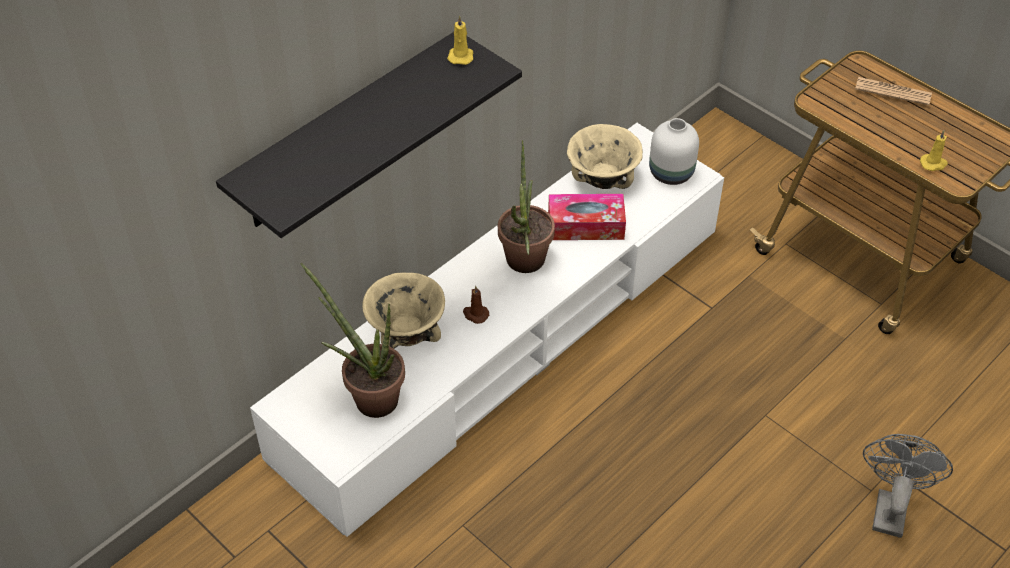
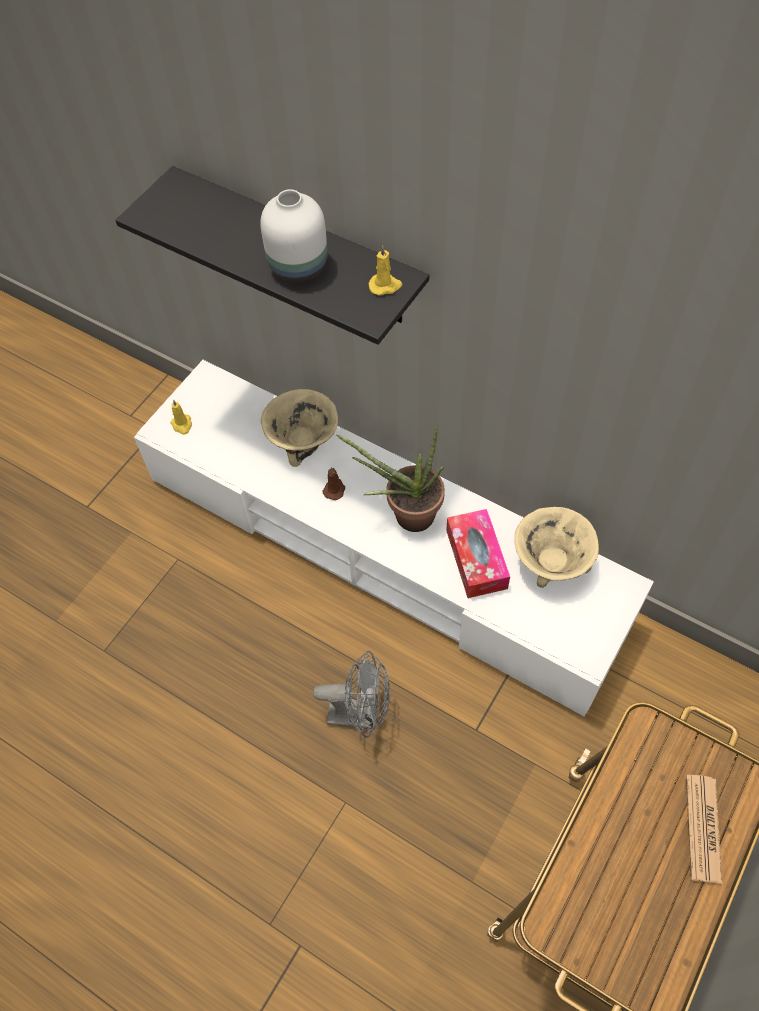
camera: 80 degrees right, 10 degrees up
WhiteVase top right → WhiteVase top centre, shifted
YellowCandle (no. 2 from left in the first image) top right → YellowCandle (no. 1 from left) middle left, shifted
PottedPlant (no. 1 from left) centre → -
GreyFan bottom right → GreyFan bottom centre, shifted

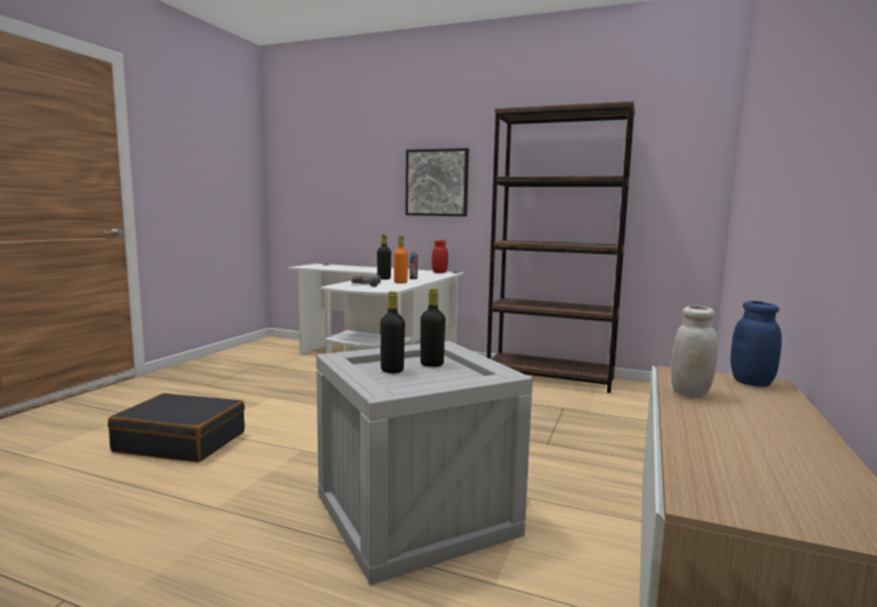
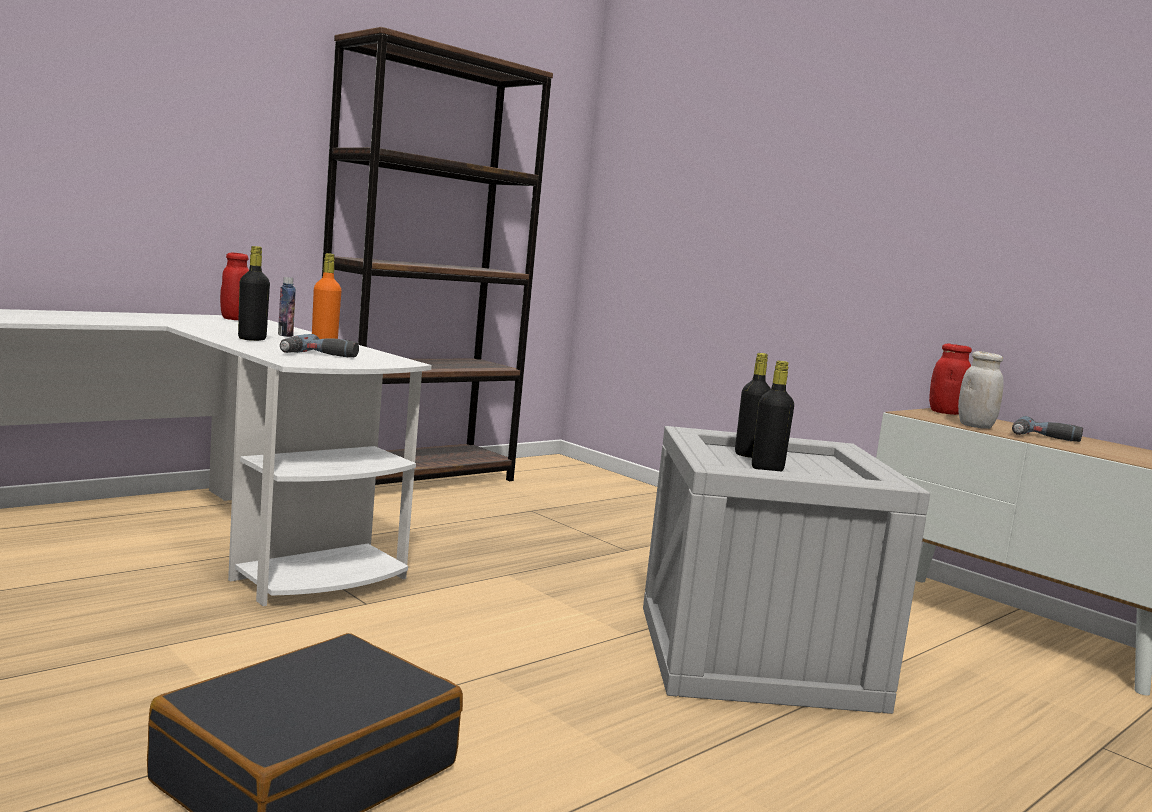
camera: 65 degrees left, 0 degrees up
Picture top centre → -
BlueJar middle right → RedJar (no. 2 from left) middle right
- → PowerDrill (no. 2 from left) middle right

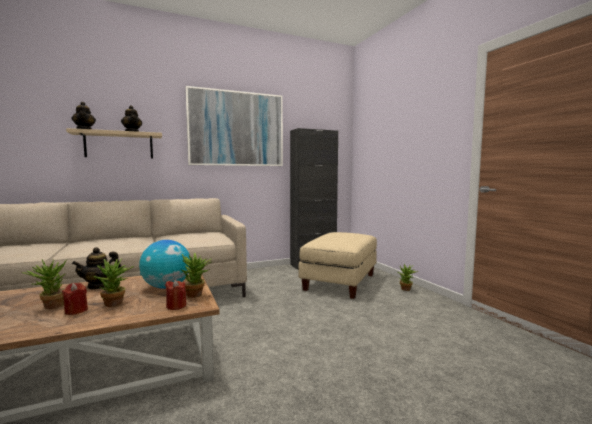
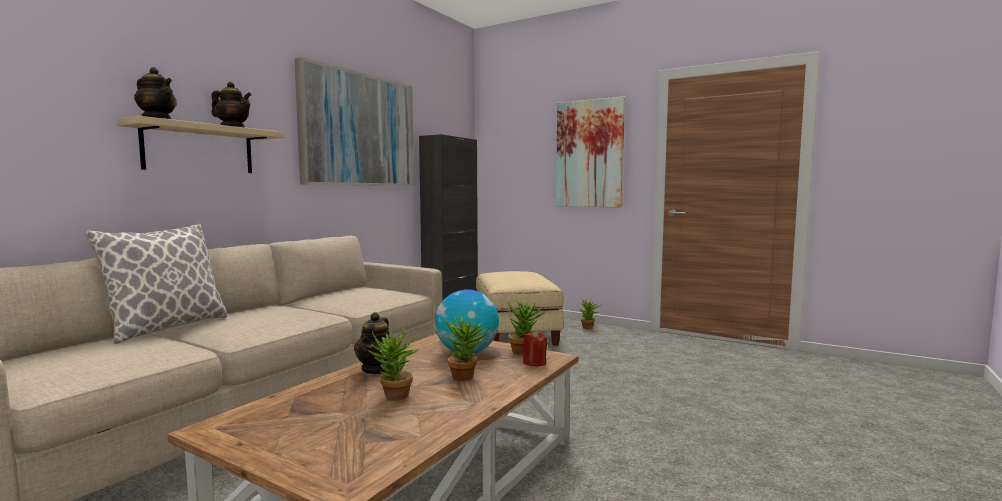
camera: 35 degrees left, 0 degrees up
RedCandle (no. 1 from left) bottom left → -
- → Picture (no. 2 from left) top centre
- → Pillow middle left

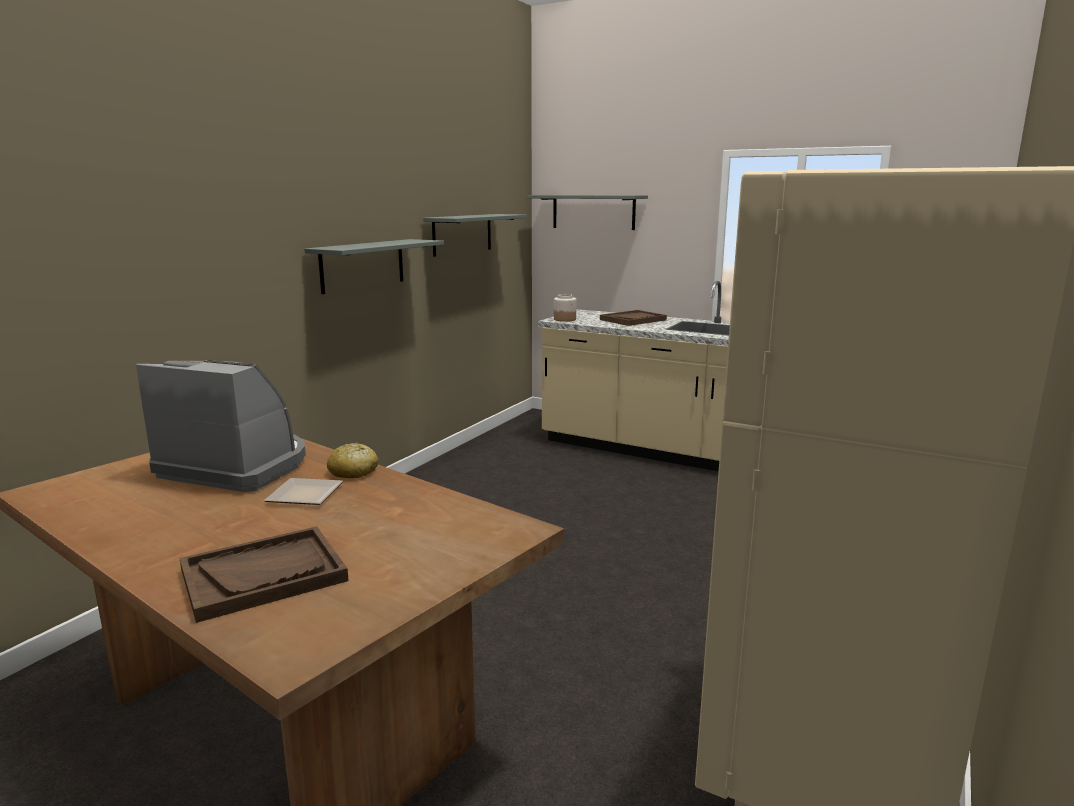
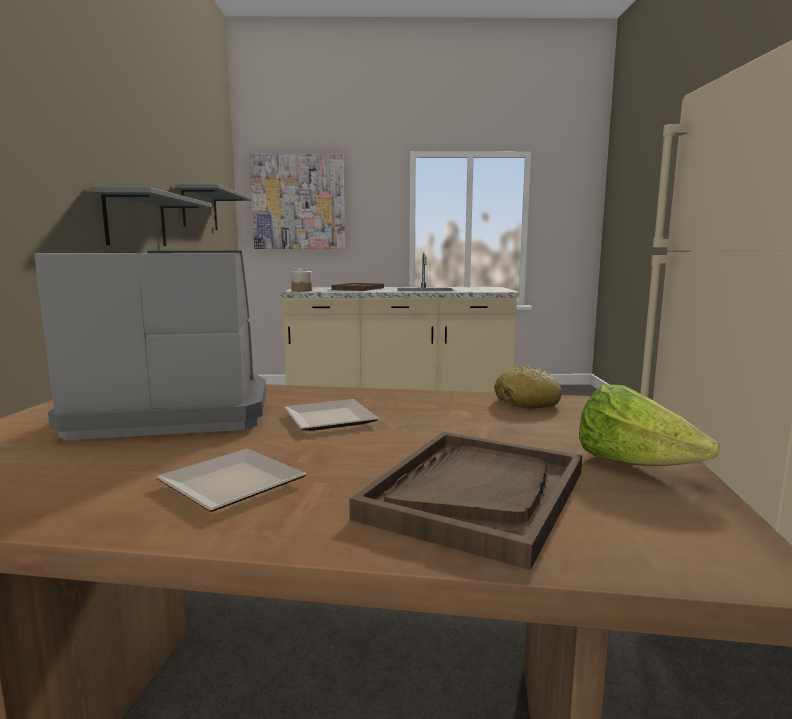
camera: 30 degrees left, 5 degrees down
GreyShelf (no. 3 from left) top centre → Picture top centre
Bread middle left → Bread middle right, shifted
- → Lettuce middle right
- → Plate (no. 1 from left) bottom left

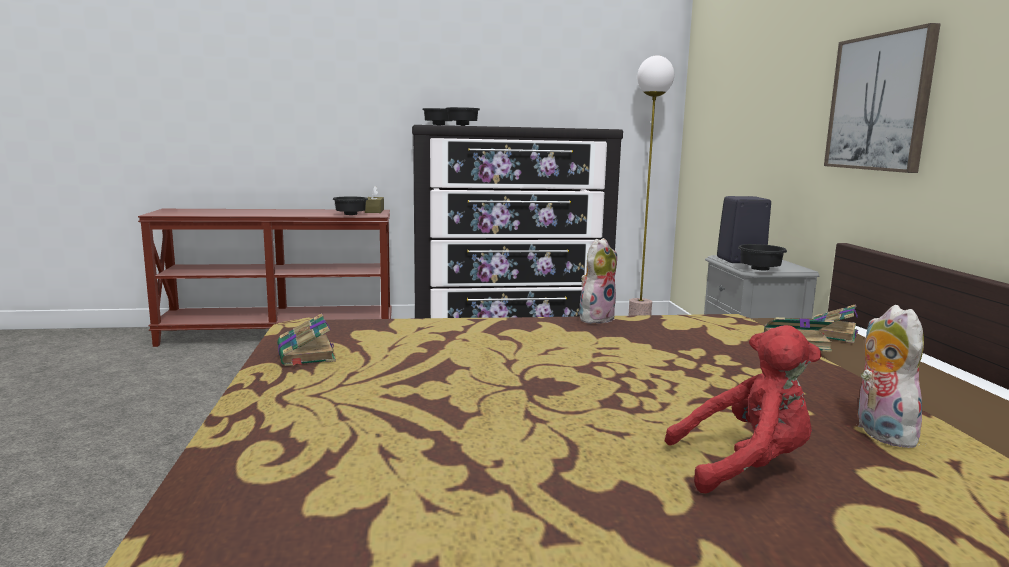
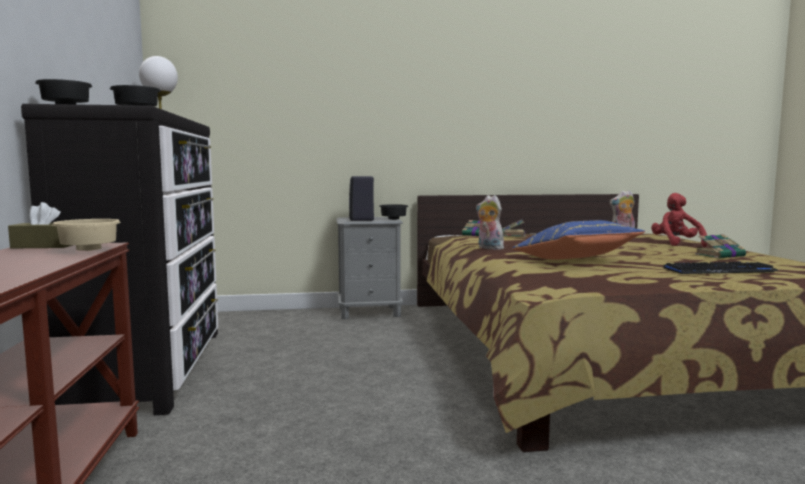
camera: 90 degrees left, 5 degrees down
Picture top right → -
BlackBowl (no. 1 from left) centre → BeigeBowl middle left
Book (no. 1 from left in the first image) middle left → Book (no. 3 from left) middle right, shifted
- → BluePillow middle right
- → Keyboard middle right

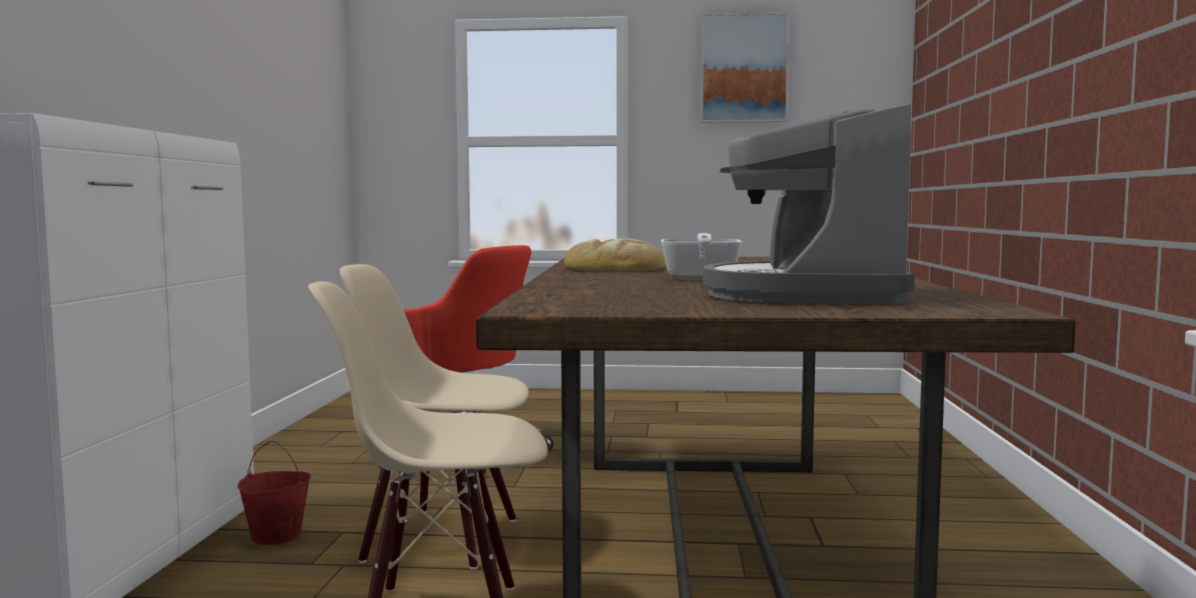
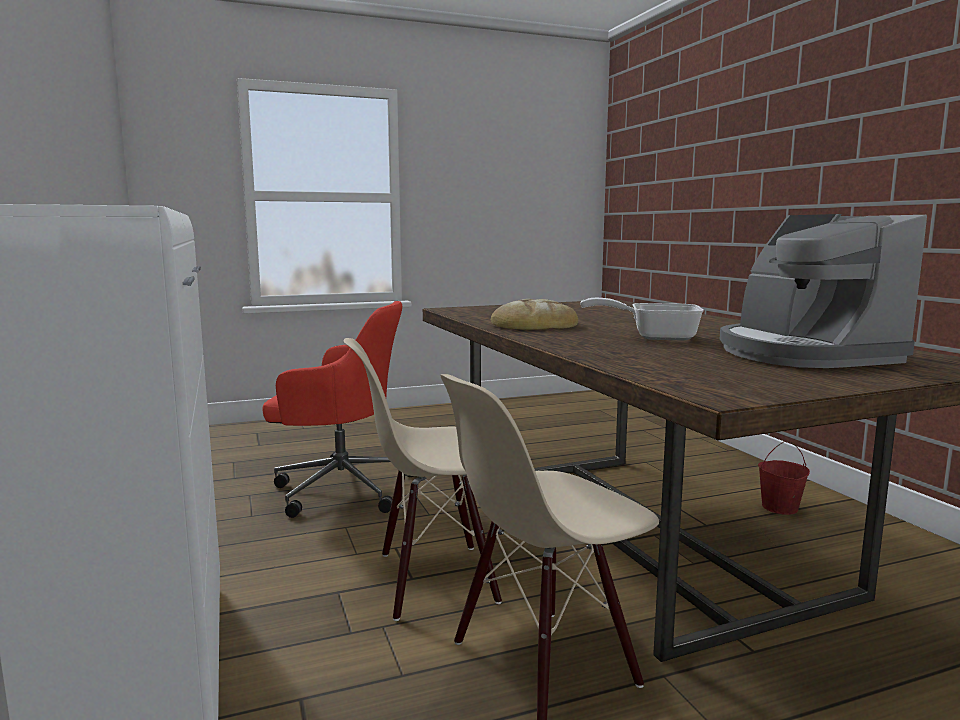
camera: 25 degrees left, 5 degrees up
Picture top centre → -
FryingPan centre → FryingPan middle right, 120 degrees clockwise
RedBucket bottom left → RedBucket middle right, shifted

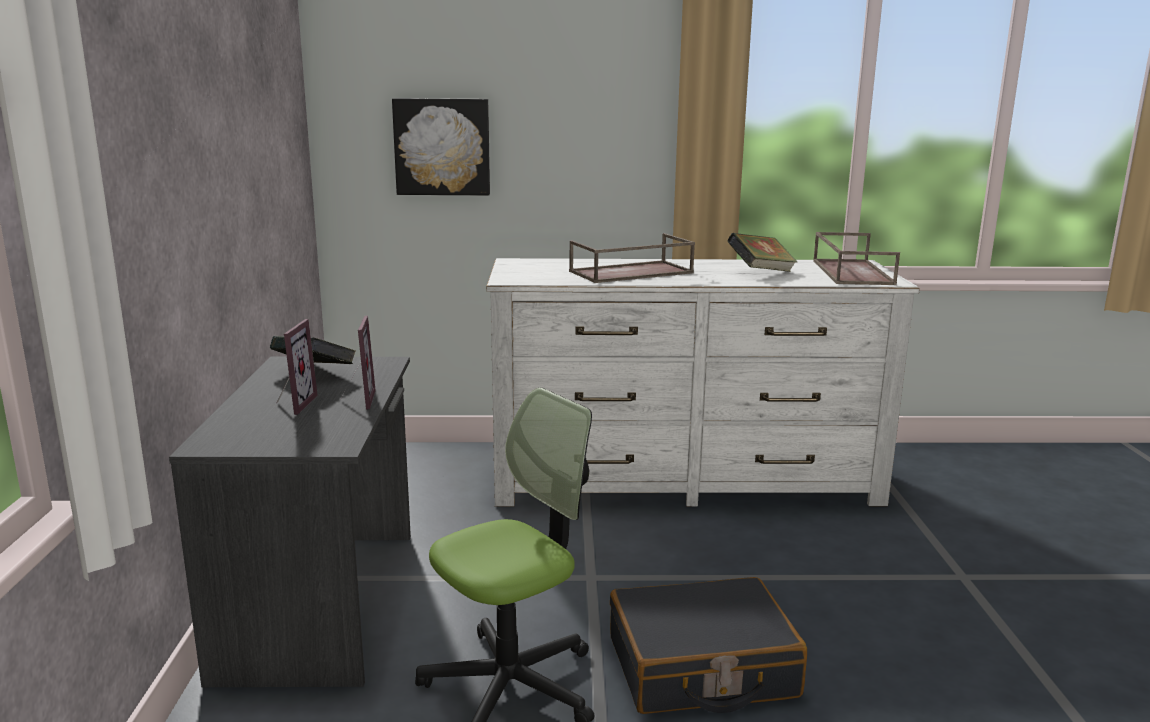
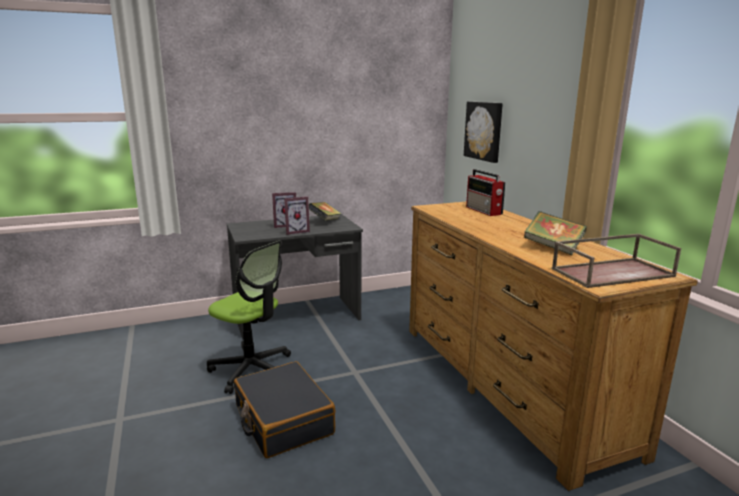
camera: 70 degrees right, 0 degrees up
BrownTray (no. 1 from left) centre → -
WhiteDresser centre → BrownDresser bottom right
- → Radio centre

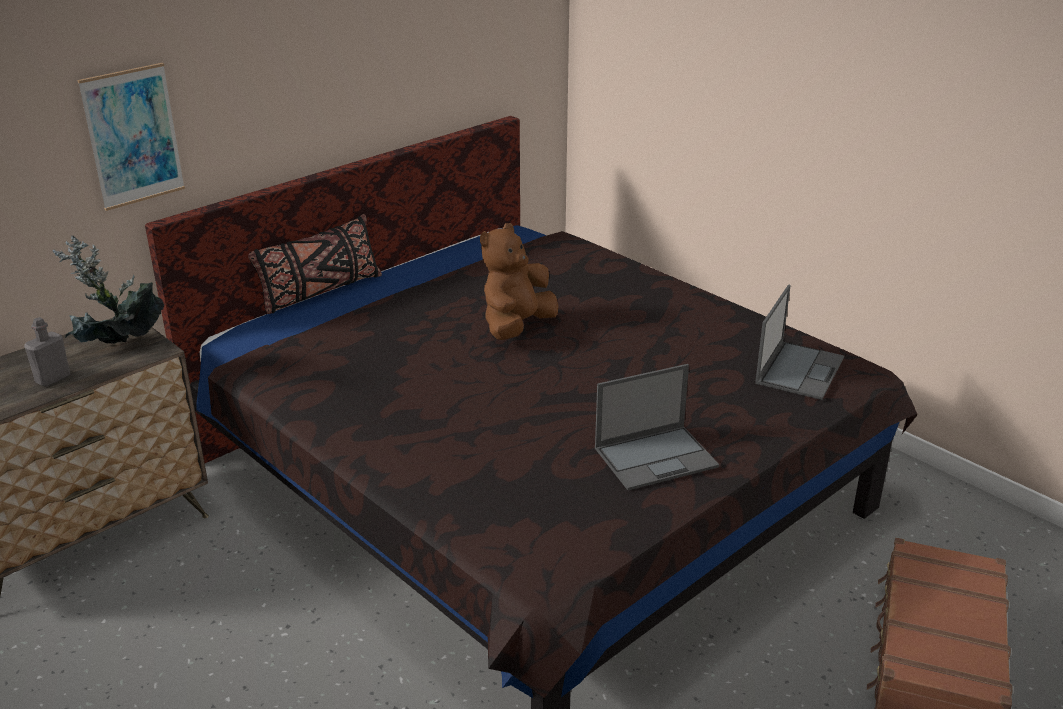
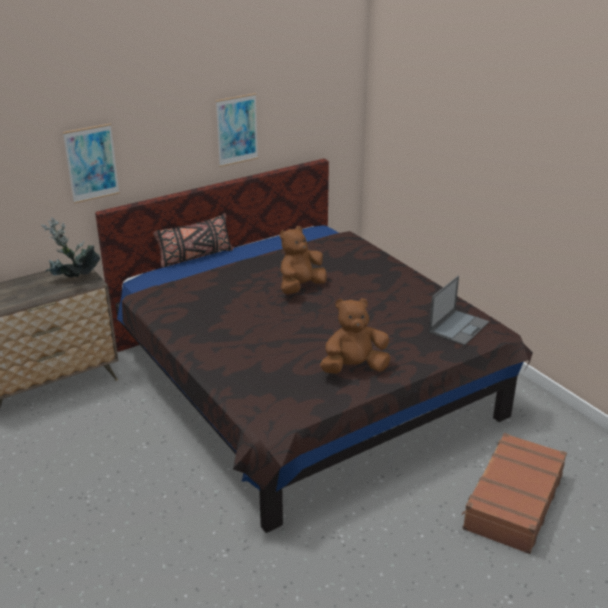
camera: 10 degrees right, 0 degrees up
GreyBottle middle left → -
Laptop (no. 1 from left) centre → BrownPlushToy (no. 2 from left) centre
- → Picture (no. 2 from left) top centre

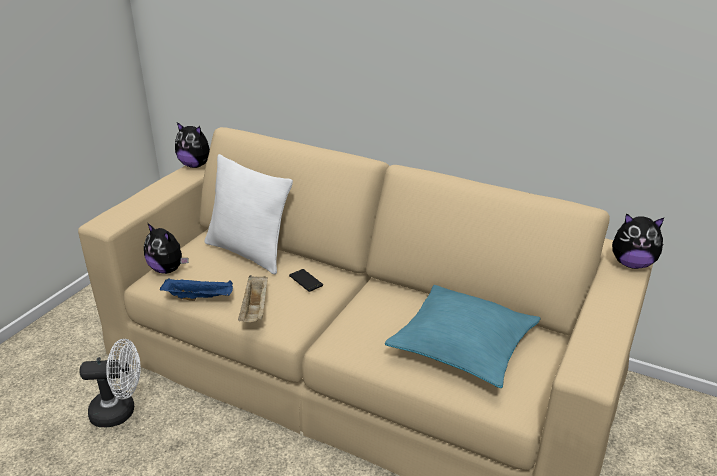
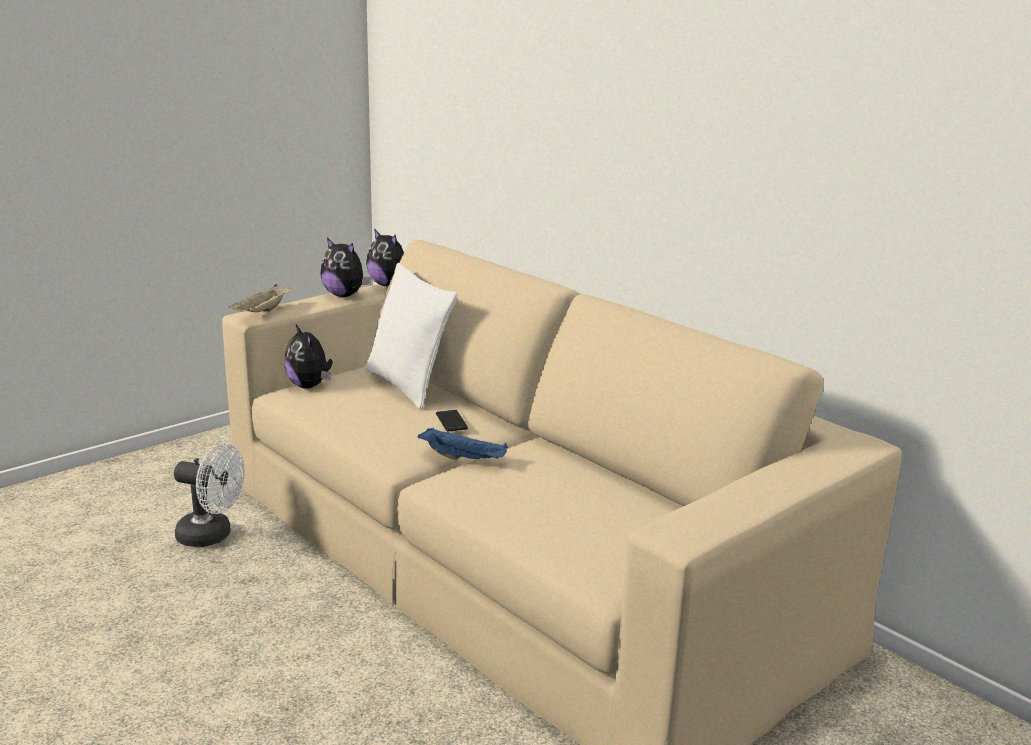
camera: 20 degrees right, 10 degrees down
PlushToy (no. 3 from left in the first image) middle right → PlushToy (no. 2 from left) centre, shifted
BeigeTray centre → BeigeTray middle left, shifted
BlueTray middle left → BlueTray centre, shifted
TurquoisePillow bottom centre → -

